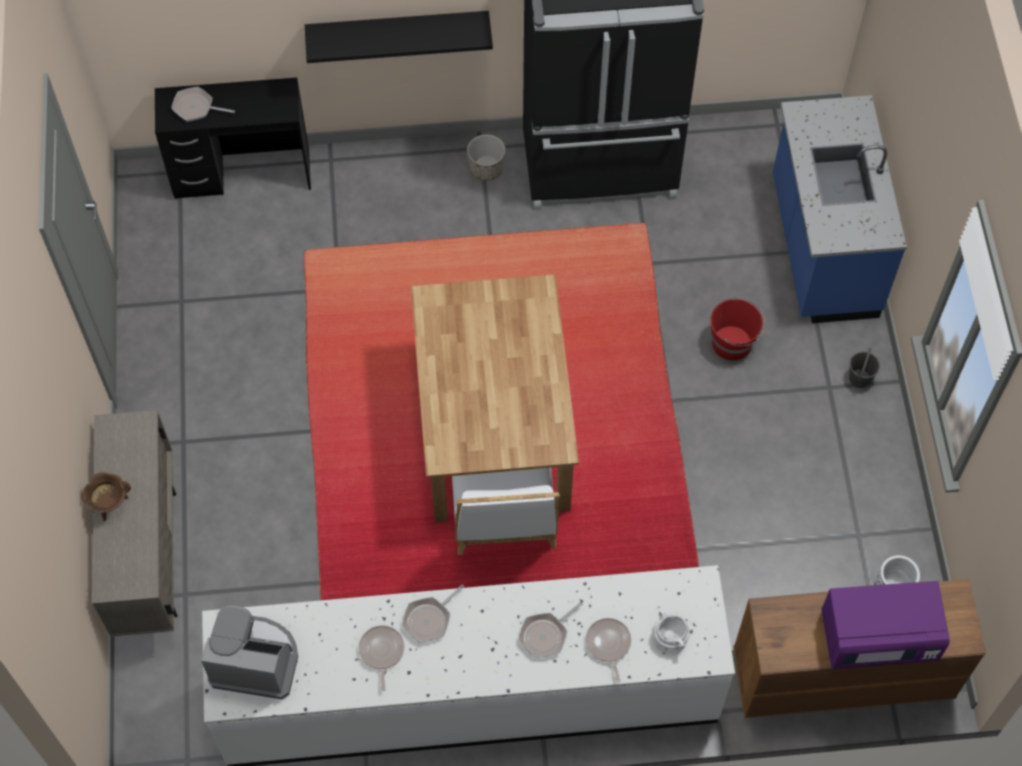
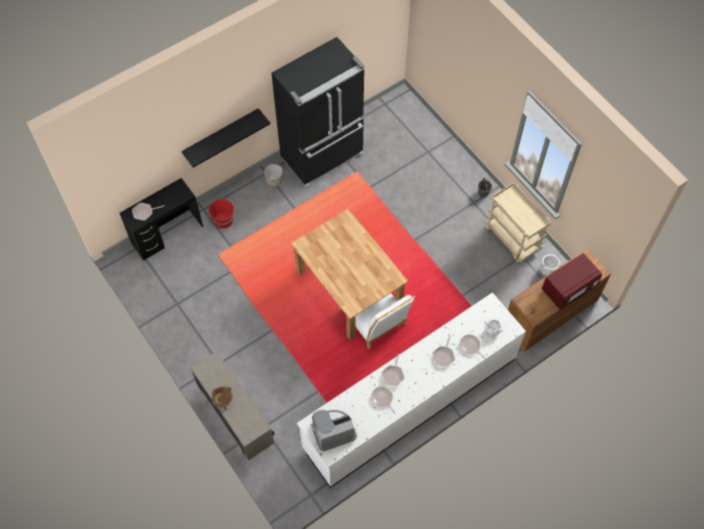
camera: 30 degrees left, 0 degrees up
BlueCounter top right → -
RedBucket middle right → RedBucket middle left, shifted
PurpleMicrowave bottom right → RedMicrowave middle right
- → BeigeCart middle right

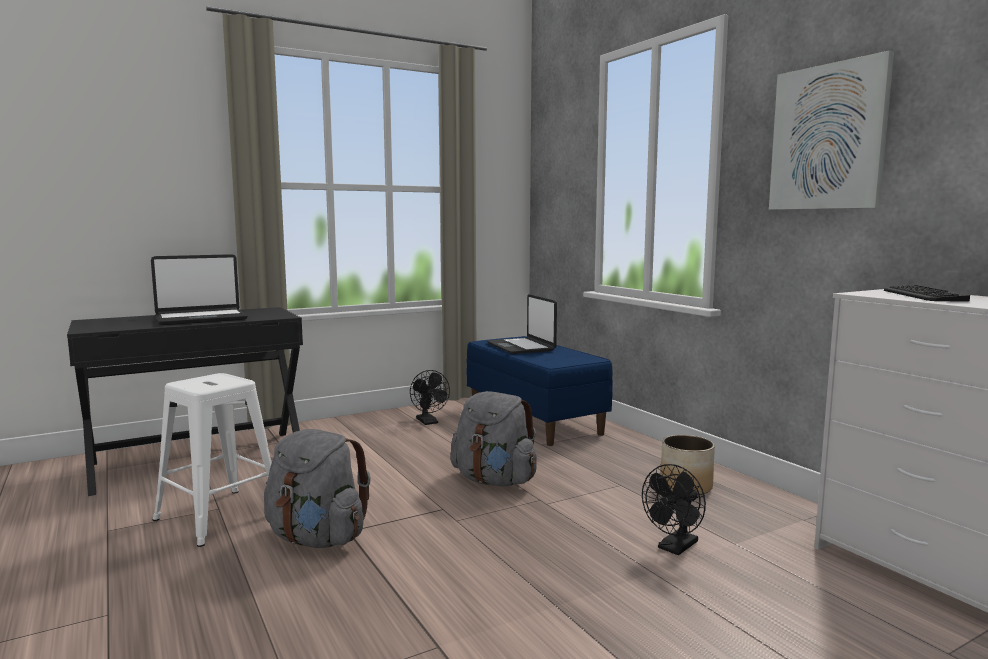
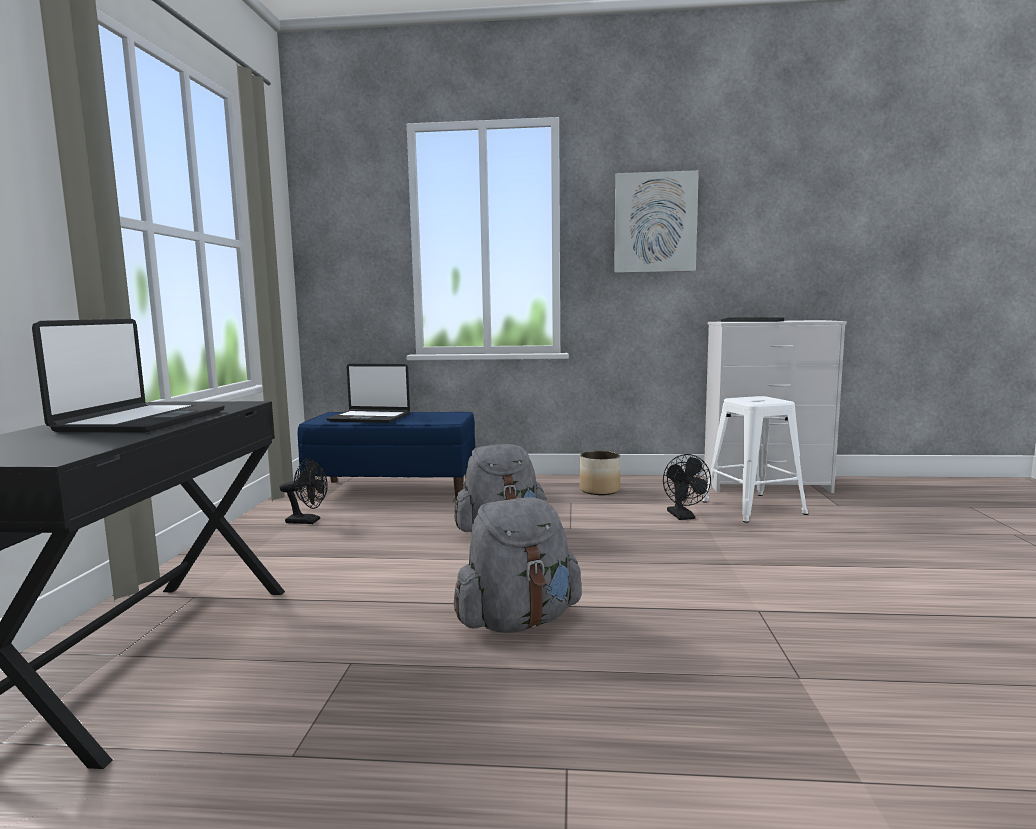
camera: 55 degrees left, 0 degrees up
WhiteStool bottom left → WhiteStool middle right, shifted

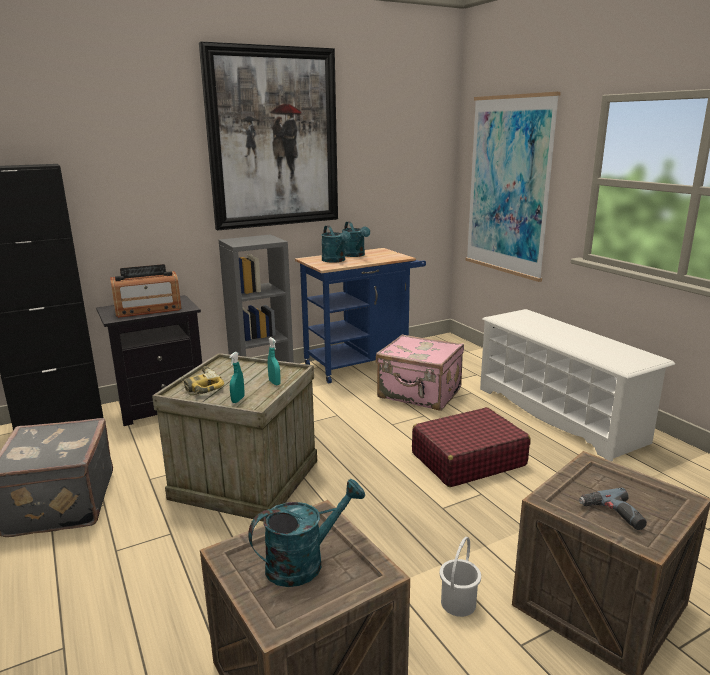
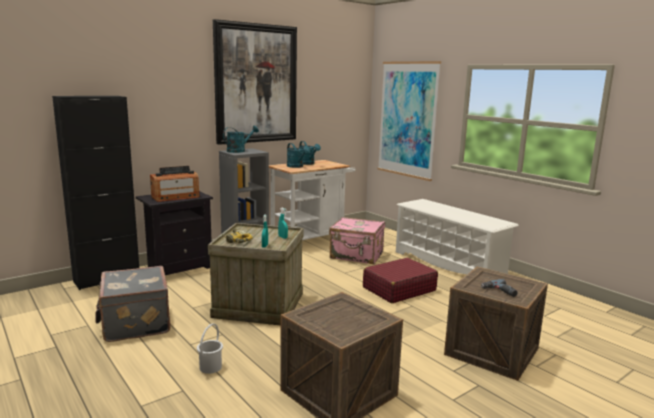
camera: 10 degrees left, 5 degrees down
BlueCart centre → WhiteCart centre
TurquoiseWateringCan (no. 1 from left) bottom centre → TurquoiseWateringCan (no. 1 from left) top centre, shifted
WhiteBucket bottom centre → WhiteBucket bottom left, shifted

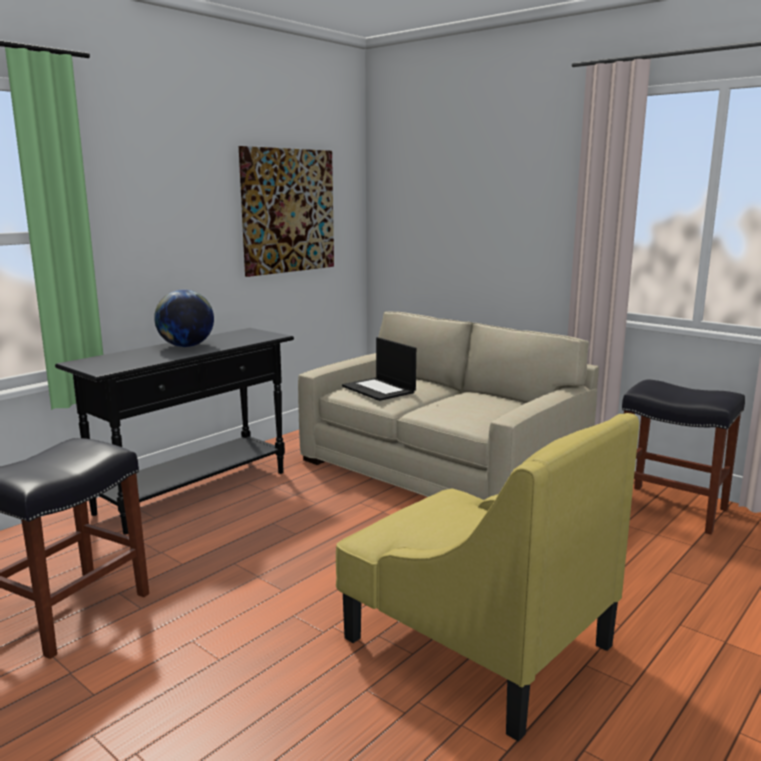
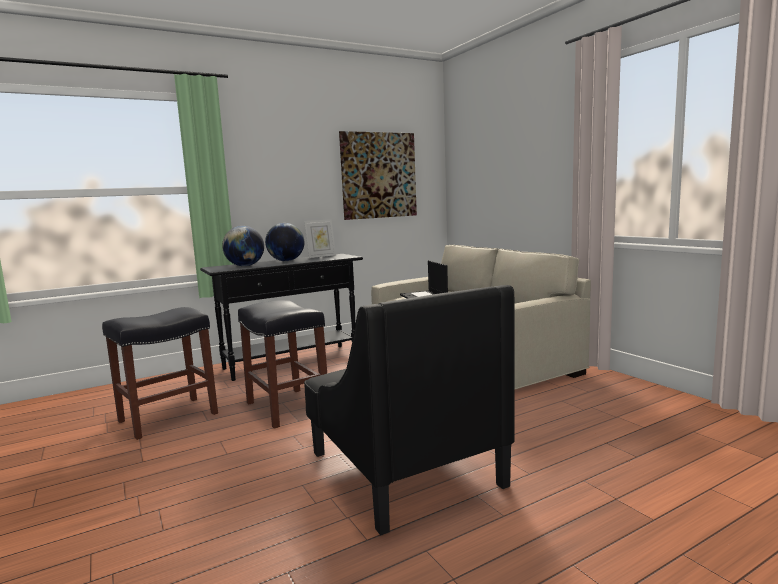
camera: 20 degrees right, 5 degrees down
BlackStool (no. 2 from left) middle right → BlackStool (no. 2 from left) centre, shifted
YellowArmchair bottom centre → BlackArmchair bottom centre
- → PictureFrame centre
- → Globe (no. 1 from left) middle left

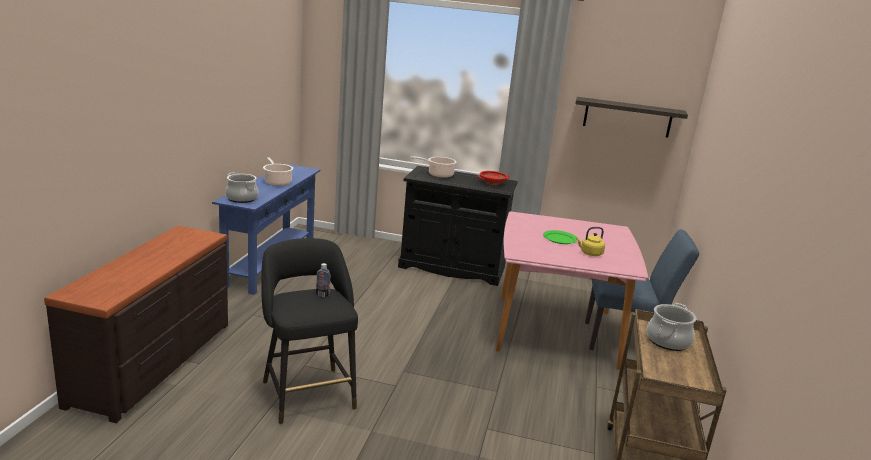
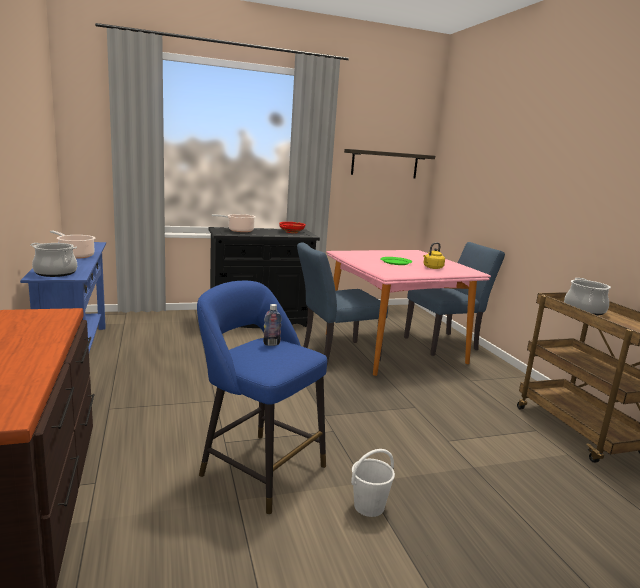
camera: 30 degrees left, 5 degrees down
BlackStool bottom centre → BlueStool bottom centre
- → BlueChair (no. 1 from left) centre
- → WhiteBucket bottom centre

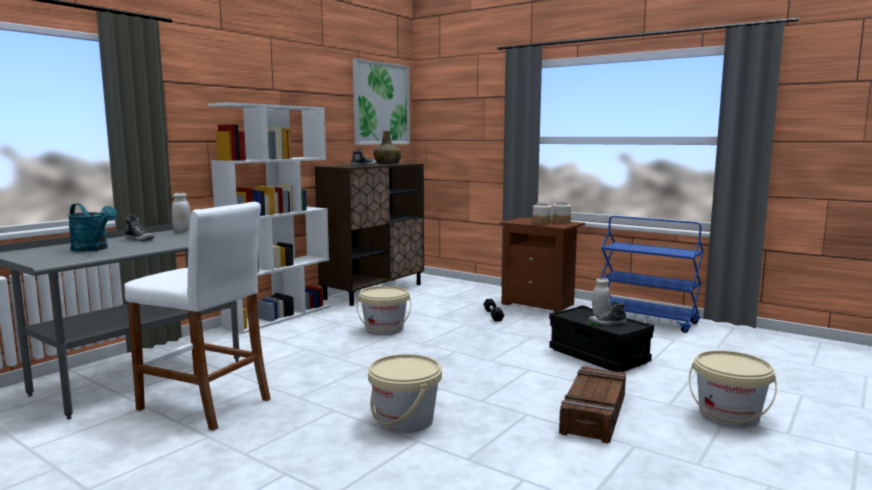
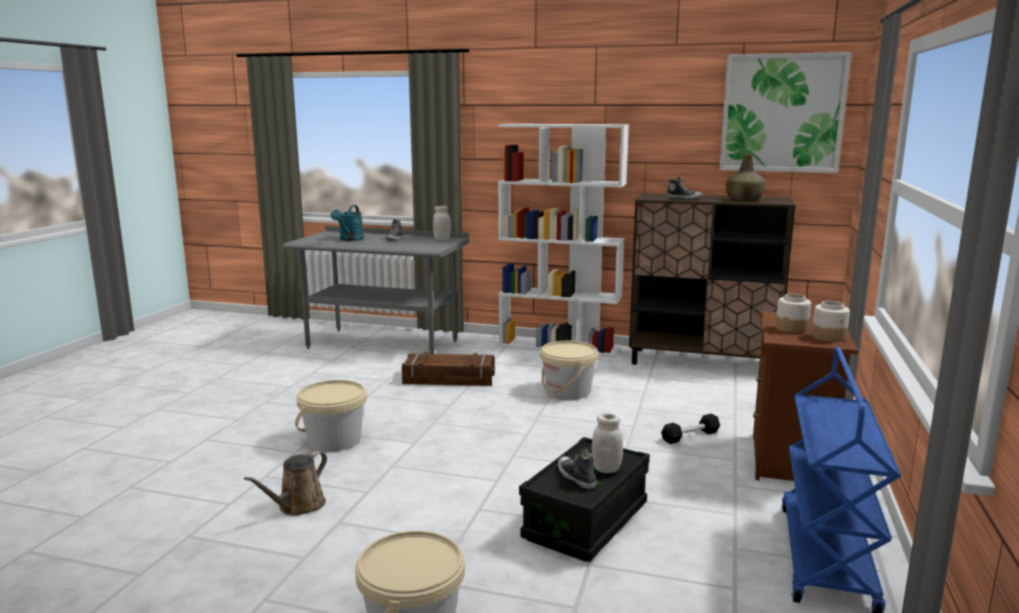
camera: 70 degrees right, 5 degrees up
WhiteStool middle left → -
Crate bottom right → Crate centre, shifted
- → BrownWateringCan bottom left

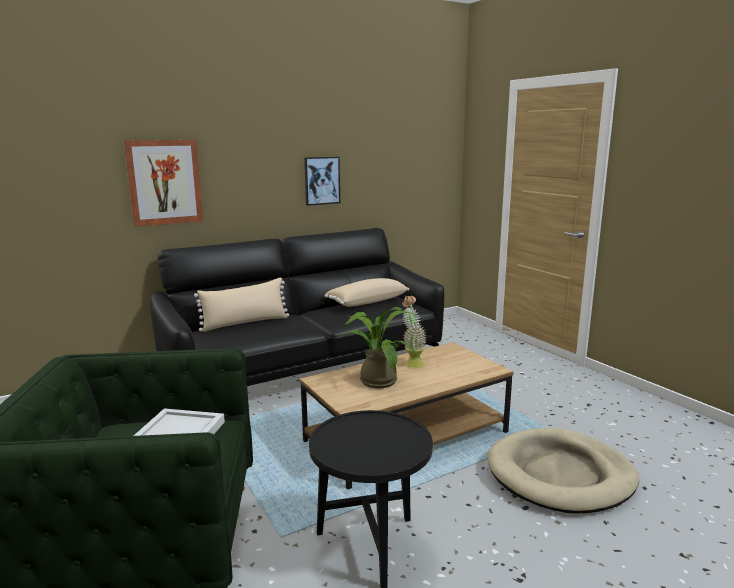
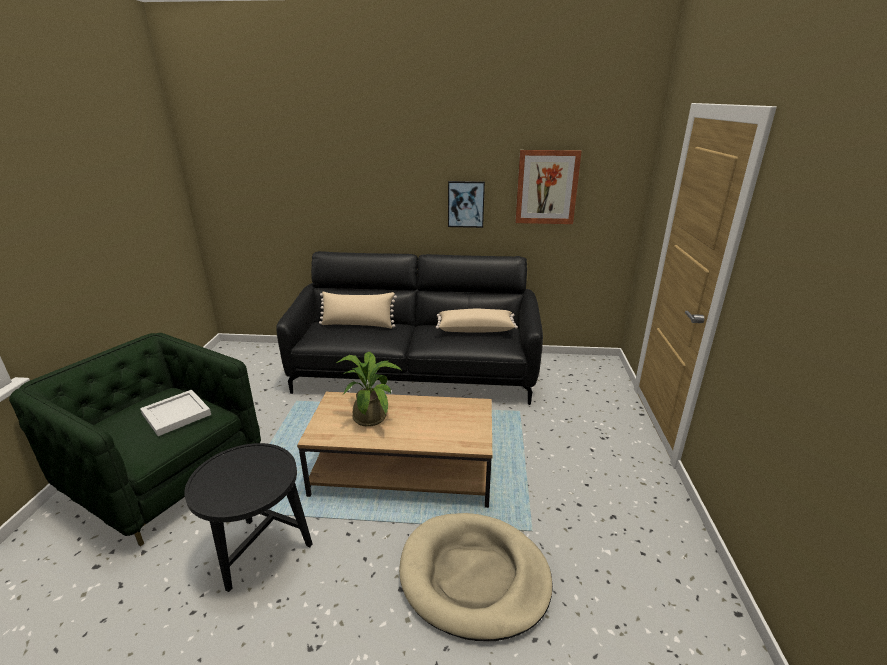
camera: 35 degrees right, 10 degrees up
Picture (no. 1 from left in the first image) top left → Picture (no. 2 from left) top centre, shifted
PottedPlant (no. 2 from left) centre → -

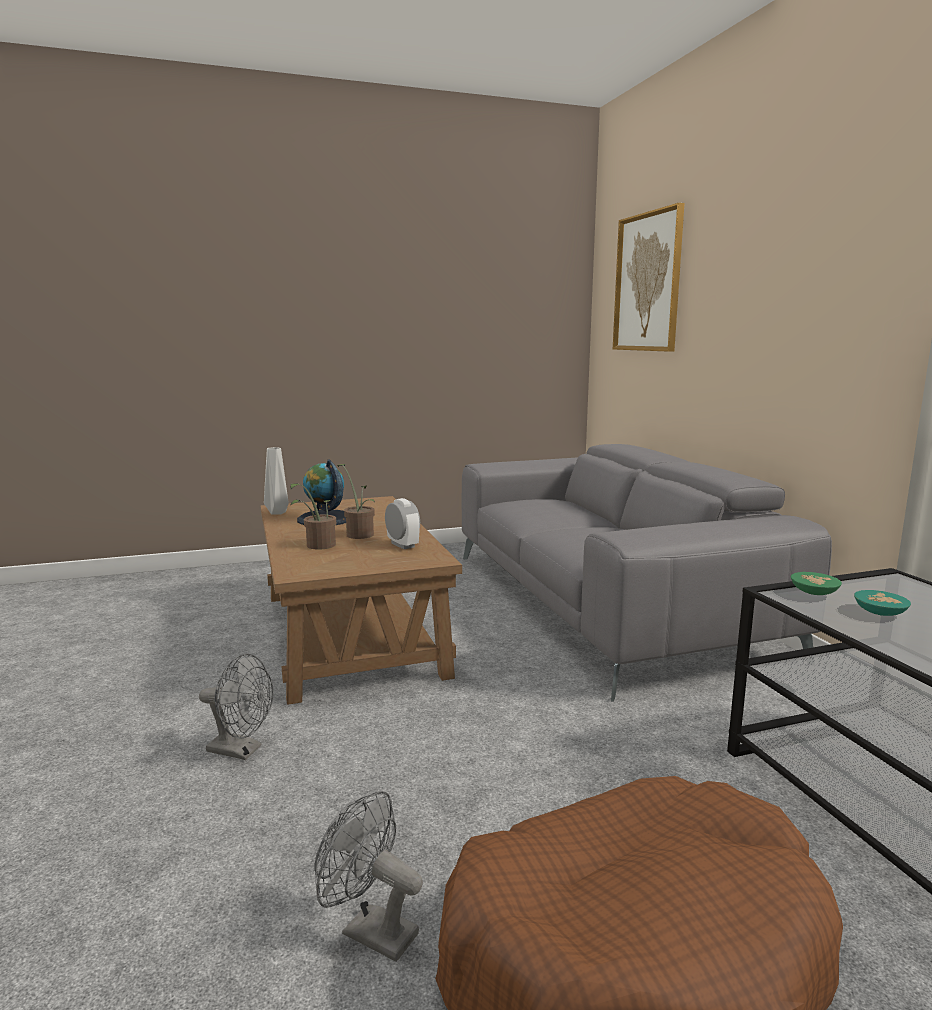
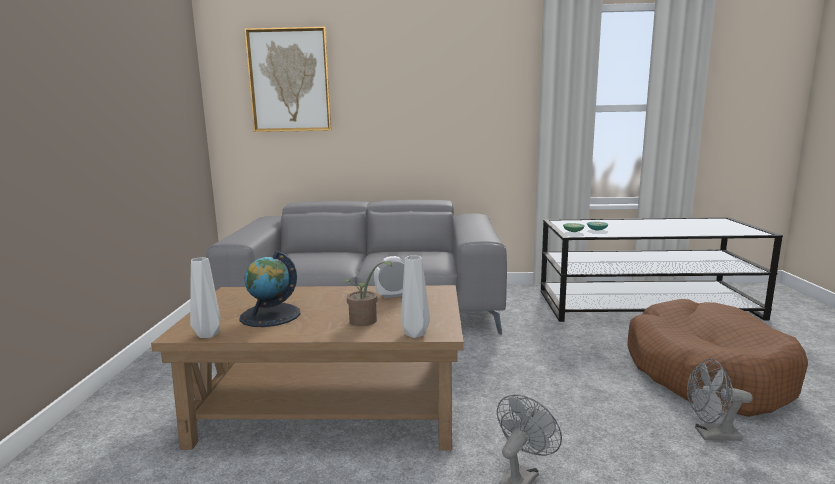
camera: 70 degrees left, 0 degrees up
PottedPlant (no. 2 from left) centre → -
GreyFan (no. 2 from left) bottom centre → GreyFan (no. 2 from left) bottom right, 45 degrees clockwise
- → GreyVase (no. 2 from left) centre

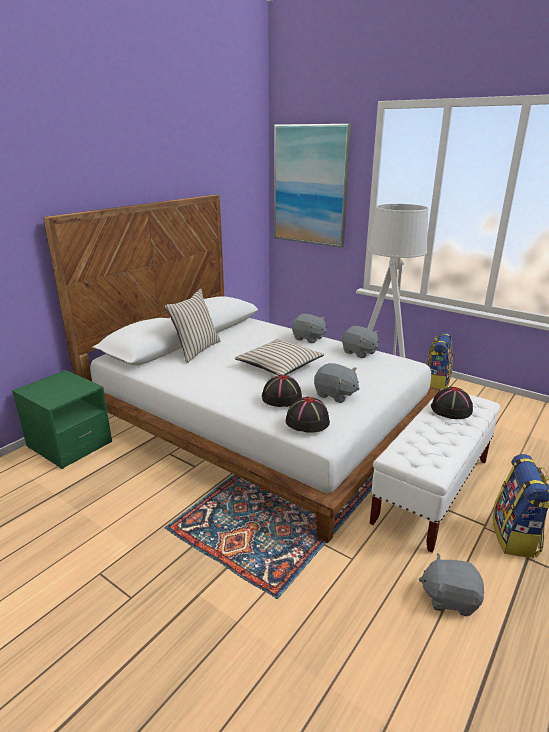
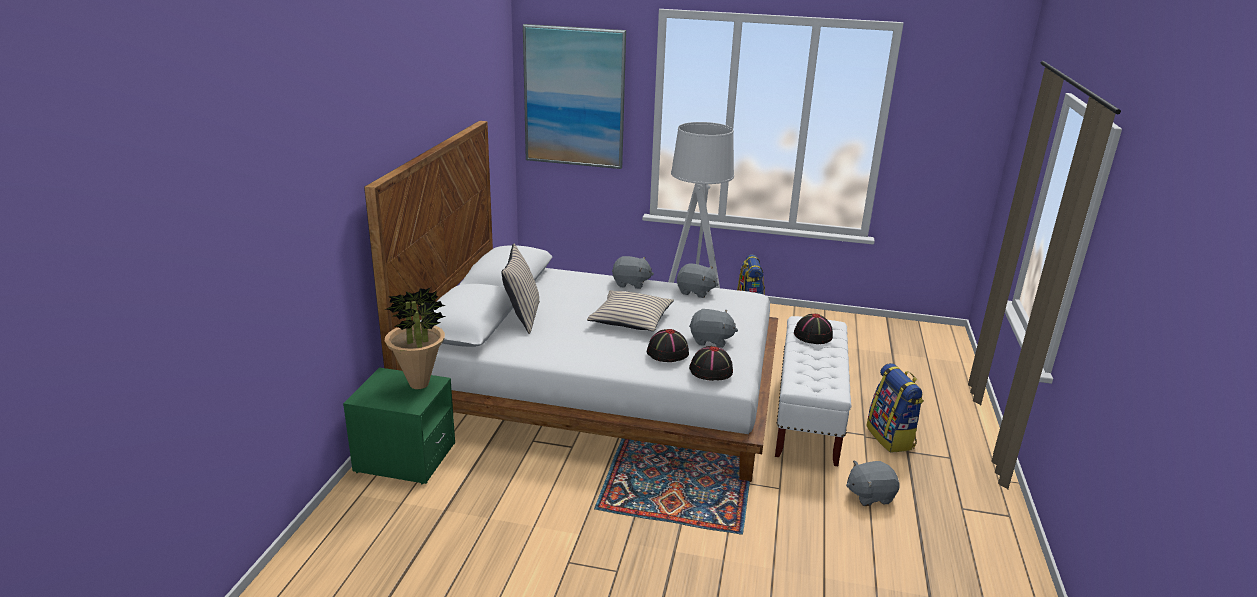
camera: 25 degrees left, 0 degrees up
- → PottedPlant middle left

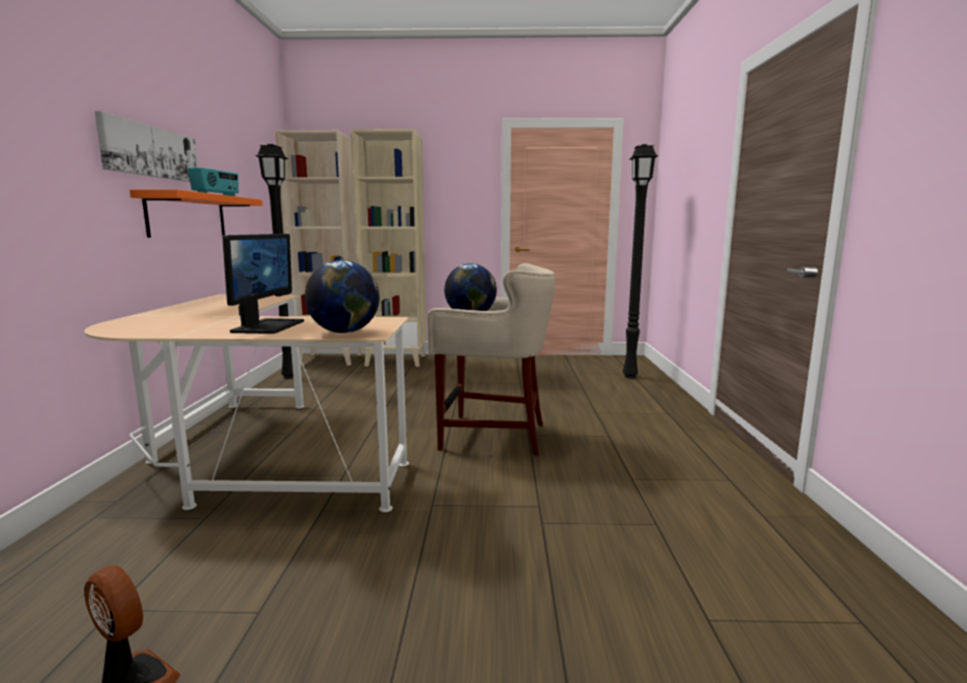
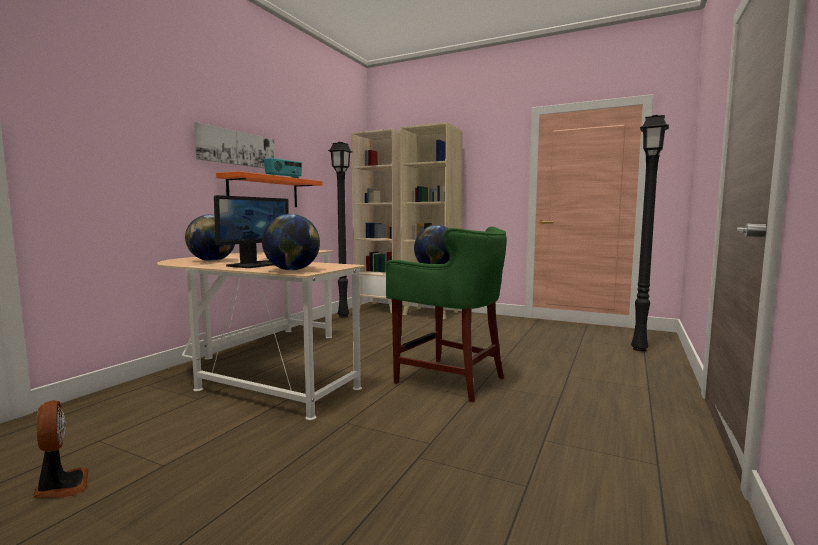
camera: 25 degrees right, 5 degrees down
BeigeStool centre → GreenStool centre
- → Globe (no. 1 from left) middle left

